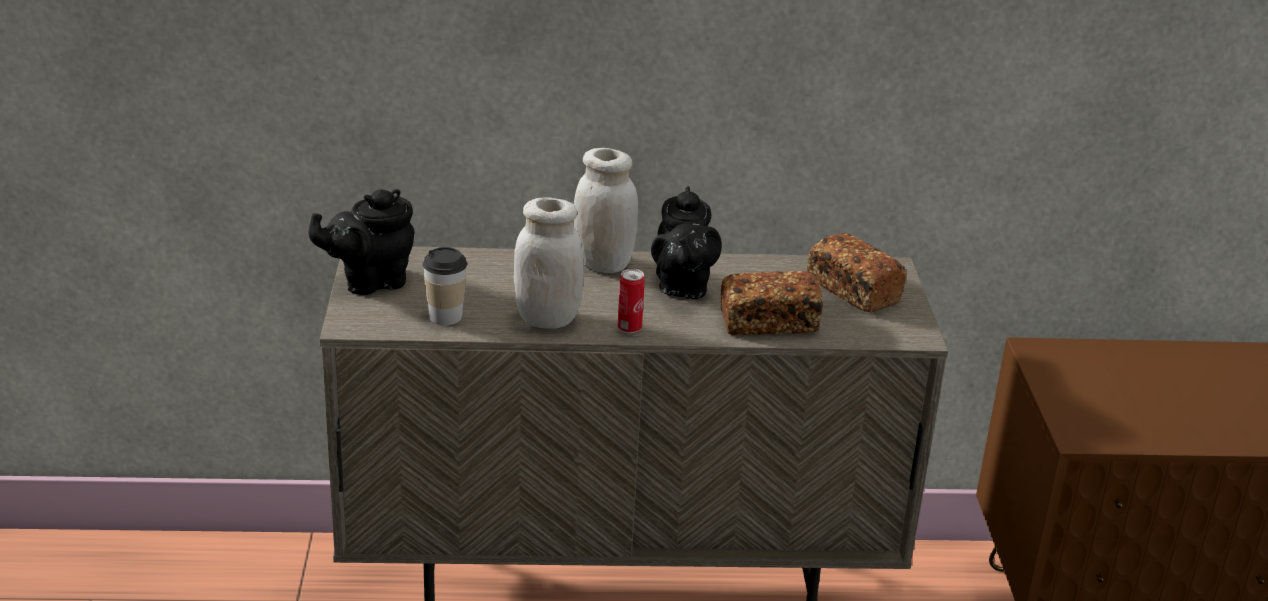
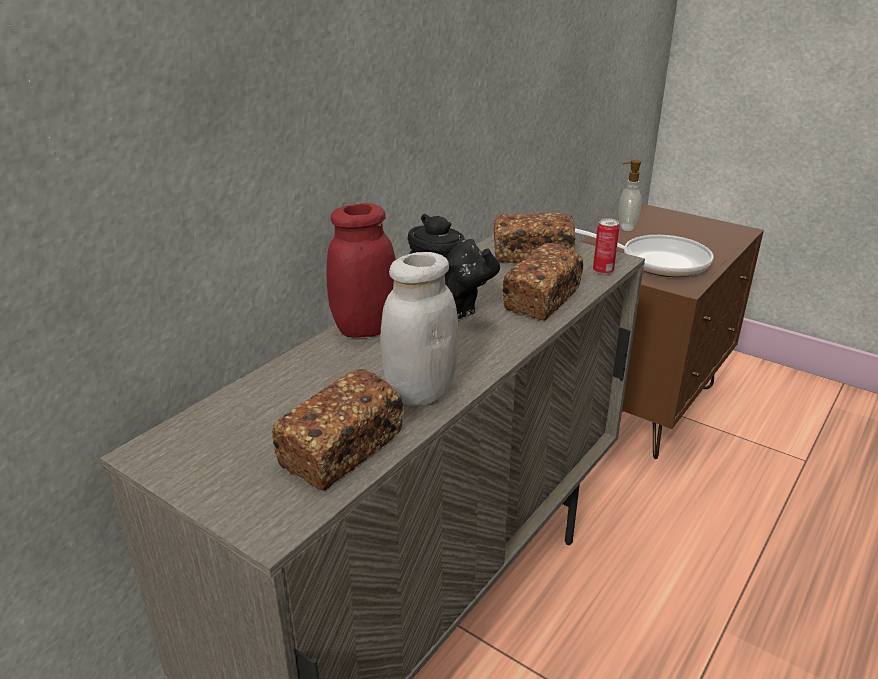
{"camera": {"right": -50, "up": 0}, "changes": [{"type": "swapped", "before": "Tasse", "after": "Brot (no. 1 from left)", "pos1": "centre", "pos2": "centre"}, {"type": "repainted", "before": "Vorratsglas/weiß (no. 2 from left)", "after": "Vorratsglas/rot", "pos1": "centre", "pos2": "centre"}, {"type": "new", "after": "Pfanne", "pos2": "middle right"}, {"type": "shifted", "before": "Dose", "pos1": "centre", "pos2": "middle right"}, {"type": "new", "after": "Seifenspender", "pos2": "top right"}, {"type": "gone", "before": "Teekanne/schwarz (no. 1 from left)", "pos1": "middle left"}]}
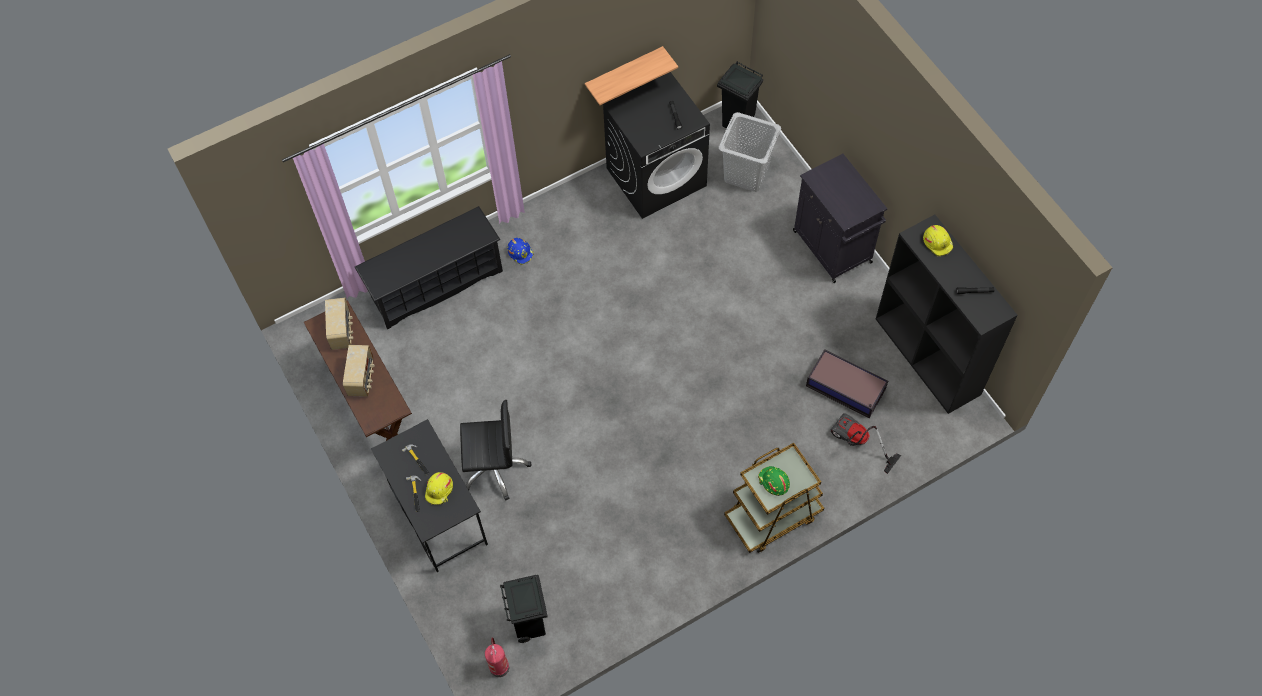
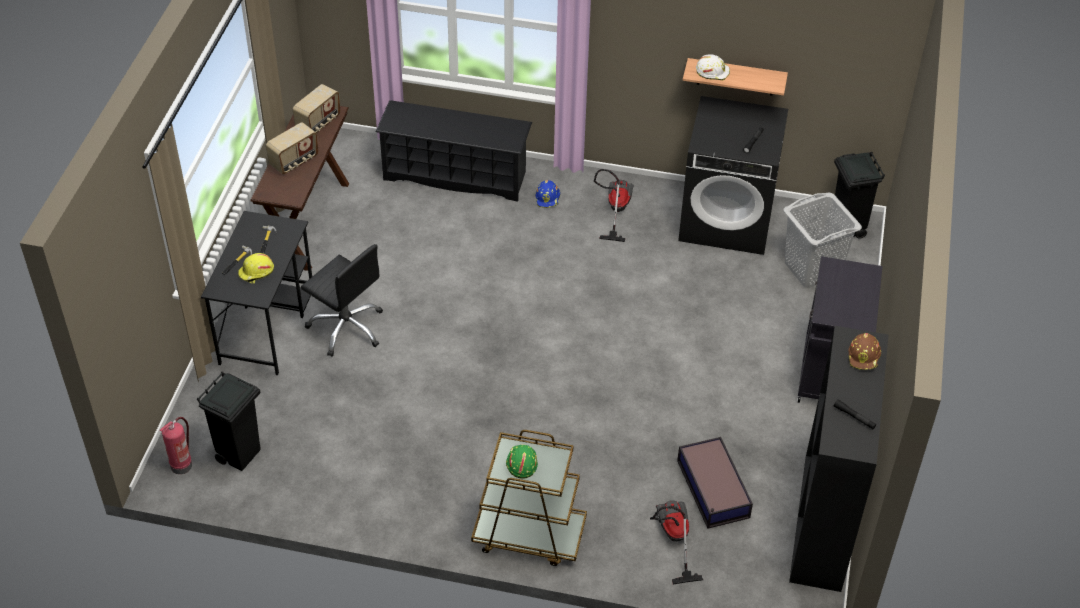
{"camera": {"right": 40, "up": -15}, "changes": [{"type": "new", "after": "Staubsauger (no. 1 from left)", "pos2": "centre"}, {"type": "new", "after": "Schutzhelm/weiß", "pos2": "top centre"}, {"type": "repainted", "before": "Schutzhelm/gelb (no. 2 from left)", "after": "Schutzhelm/braun", "pos1": "middle right", "pos2": "middle right"}]}
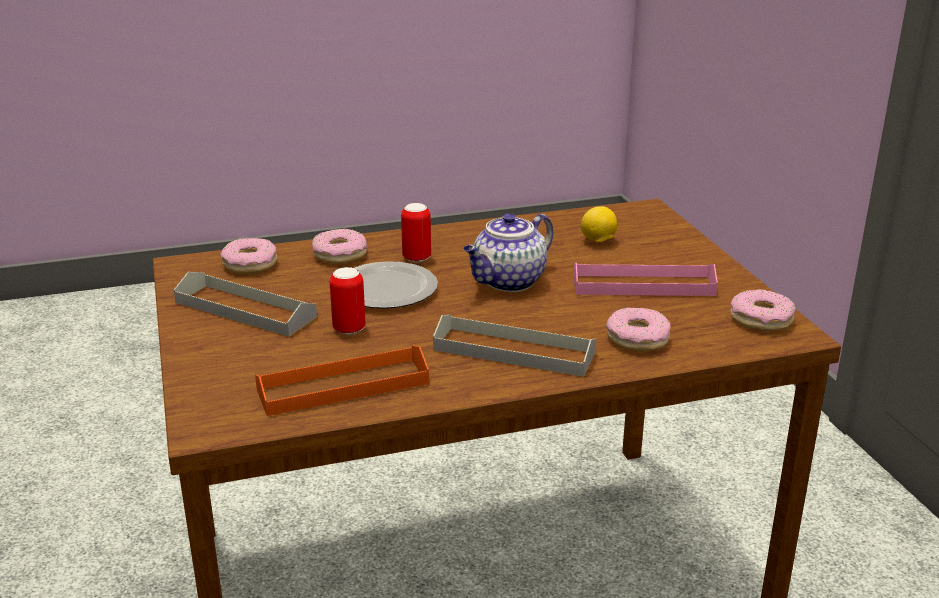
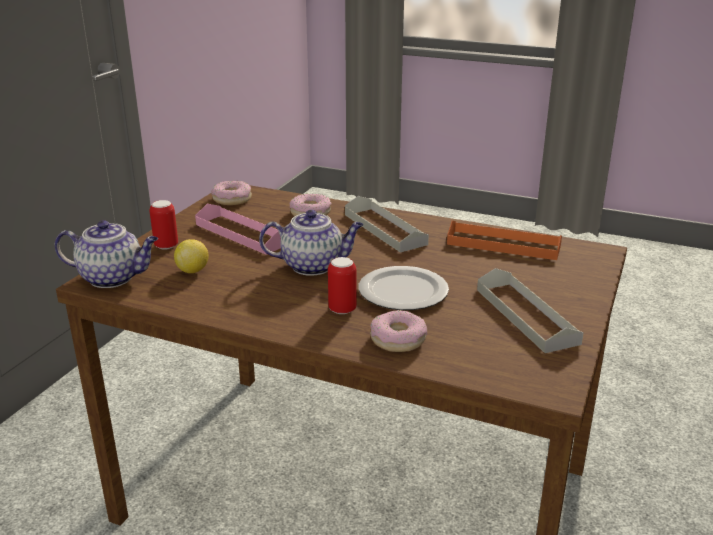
{"camera": {"right": -140, "up": 0}, "changes": [{"type": "new", "after": "Teekanne (no. 1 from left)", "pos2": "middle left"}, {"type": "shifted", "before": "Dose (no. 1 from left)", "pos1": "centre", "pos2": "middle left"}, {"type": "gone", "before": "Donut (no. 1 from left)", "pos1": "middle left"}]}
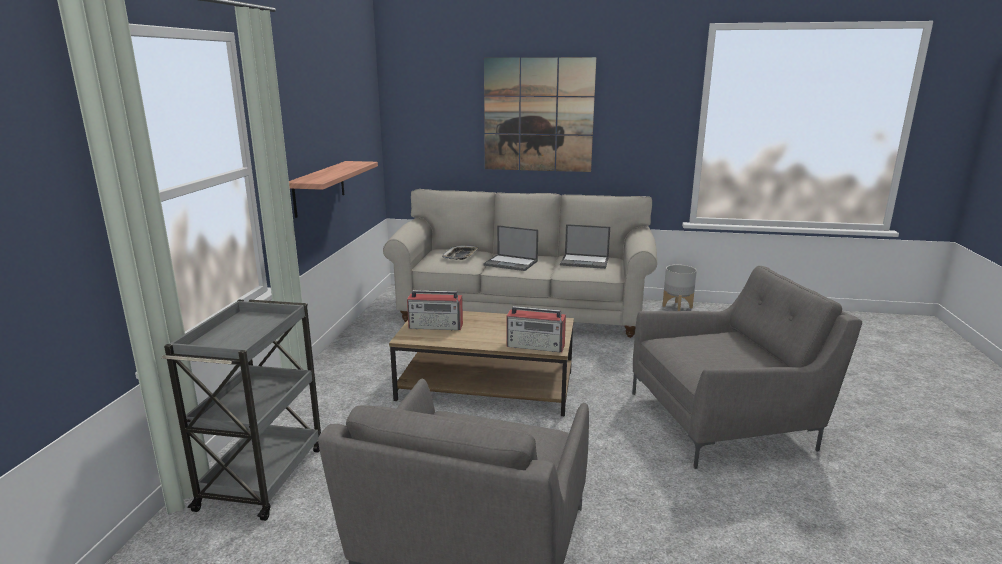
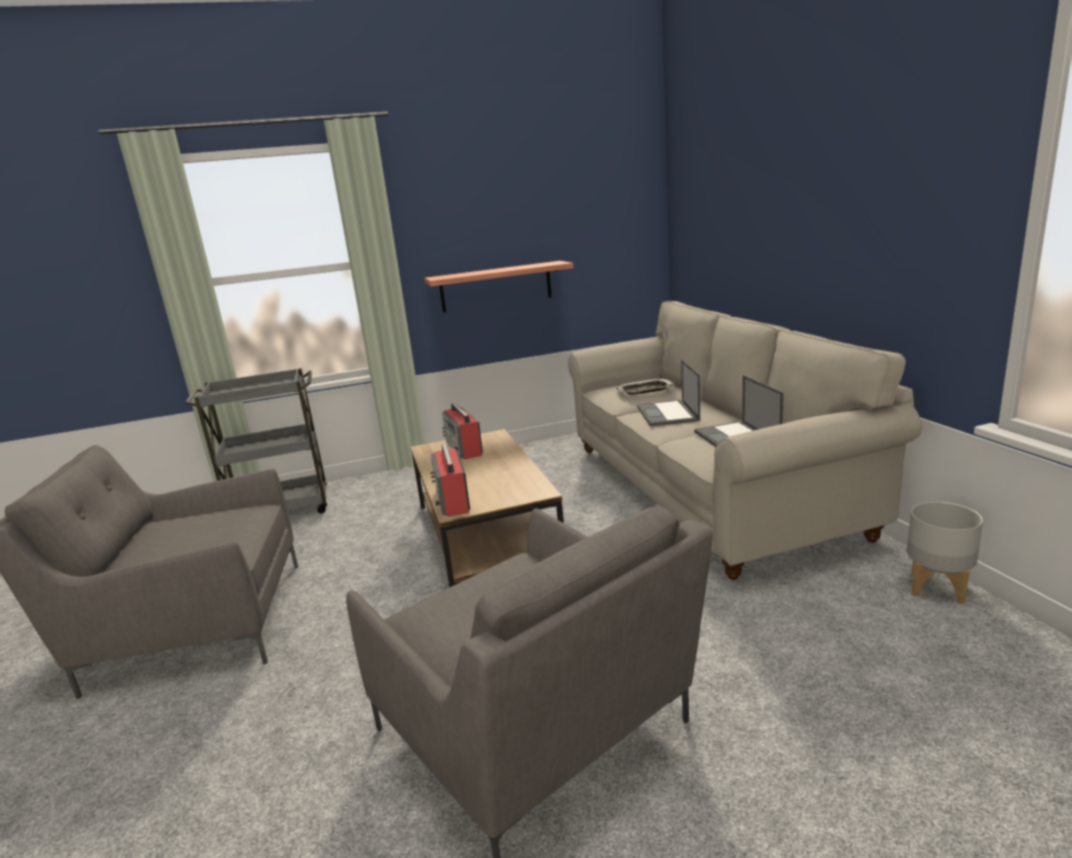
{"camera": {"right": 65, "up": 0}, "changes": [{"type": "gone", "before": "Bild", "pos1": "top centre"}]}
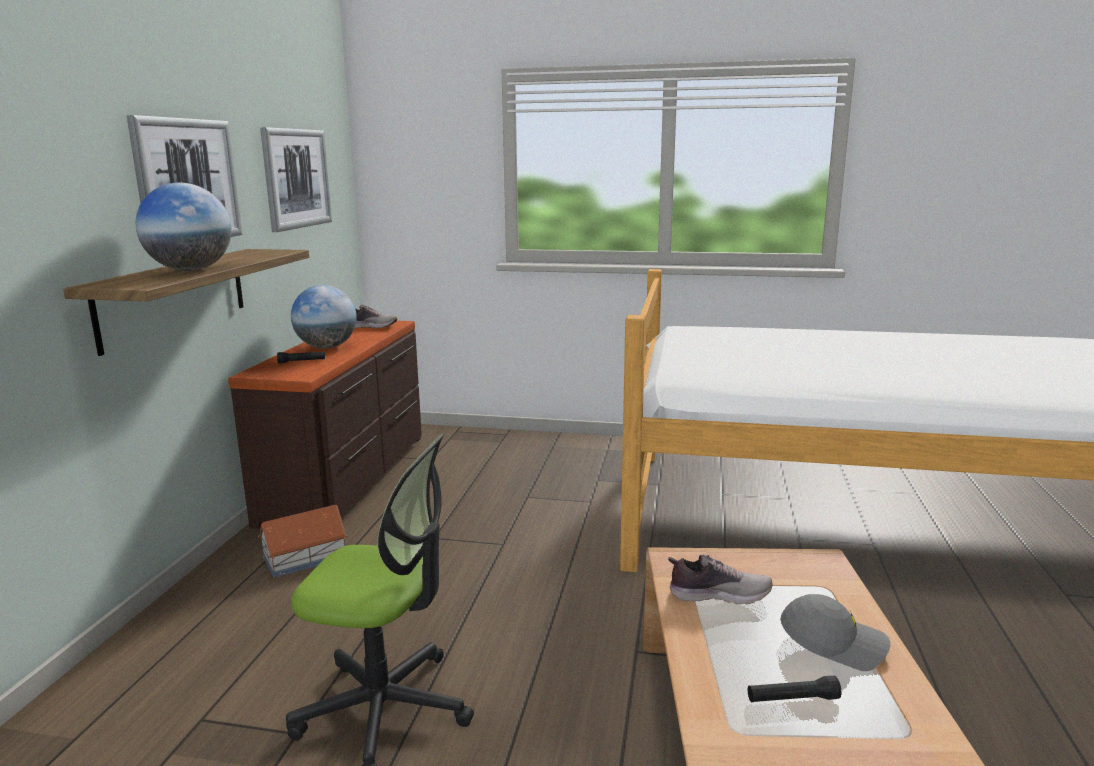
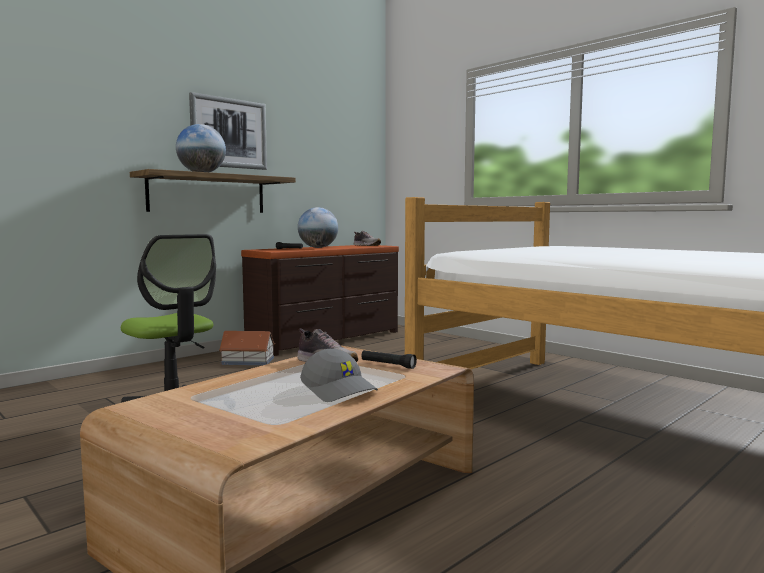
{"camera": {"right": 35, "up": -10}, "changes": [{"type": "shifted", "before": "Taschenlampe/schwarz (no. 2 from left)", "pos1": "bottom right", "pos2": "centre"}, {"type": "gone", "before": "Bild (no. 2 from left)", "pos1": "top left"}]}
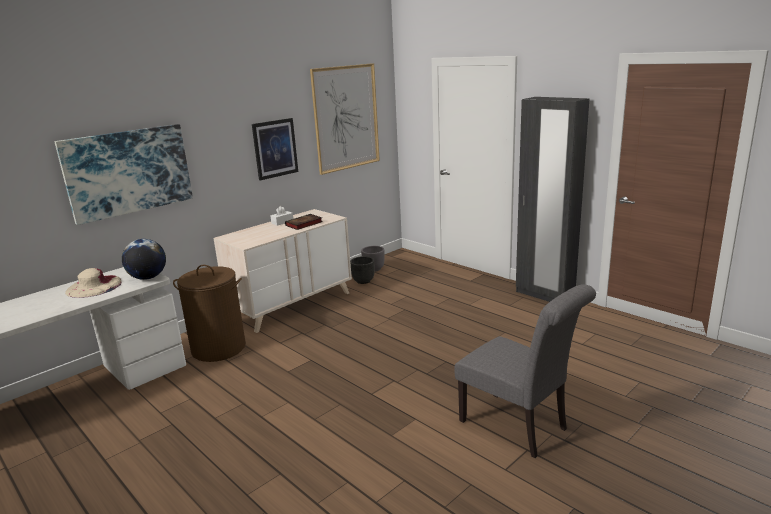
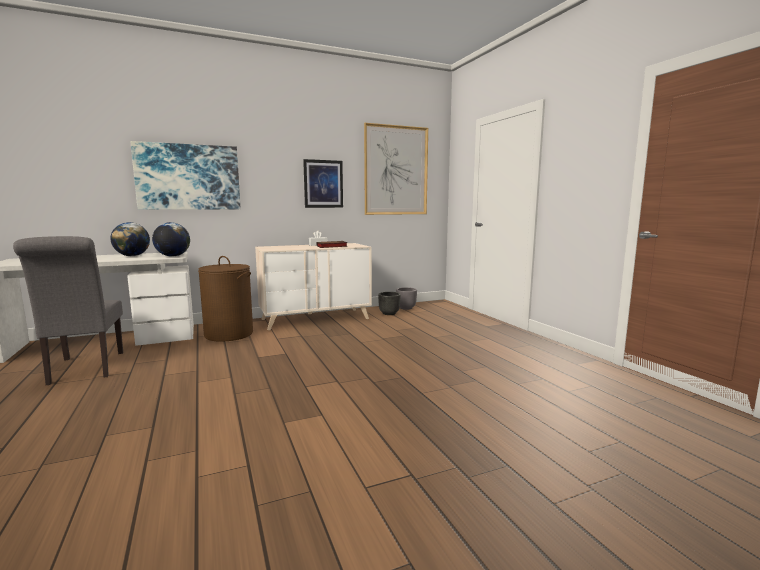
{"camera": {"right": 20, "up": -10}, "changes": [{"type": "shifted", "before": "Stuhl/grau", "pos1": "bottom right", "pos2": "middle left"}, {"type": "swapped", "before": "Hut/beige", "after": "Globus (no. 1 from left)", "pos1": "middle left", "pos2": "middle left"}, {"type": "gone", "before": "Kleiderschrank/schwarz", "pos1": "middle right"}]}
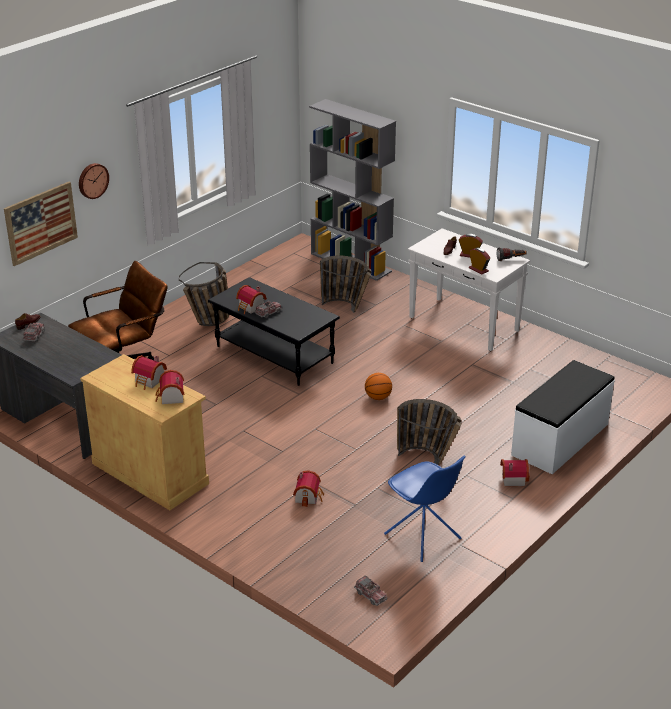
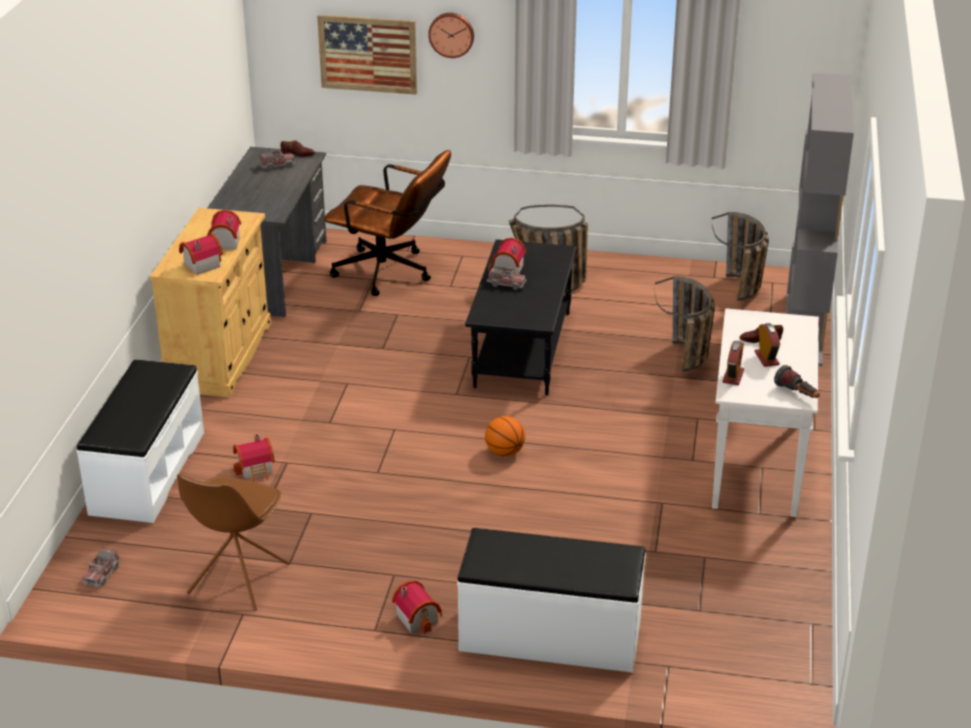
{"camera": {"right": 60, "up": 0}, "changes": [{"type": "new", "after": "Bank/weiß (no. 1 from left)", "pos2": "middle left"}, {"type": "repainted", "before": "Stuhl/blau", "after": "Stuhl/braun", "pos1": "bottom centre", "pos2": "bottom left"}, {"type": "shifted", "before": "Korb (no. 3 from left)", "pos1": "centre", "pos2": "middle right"}]}
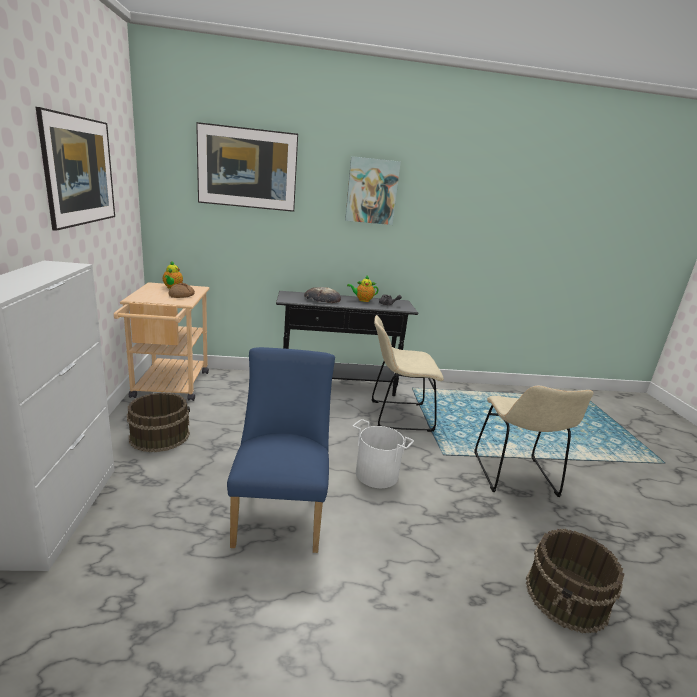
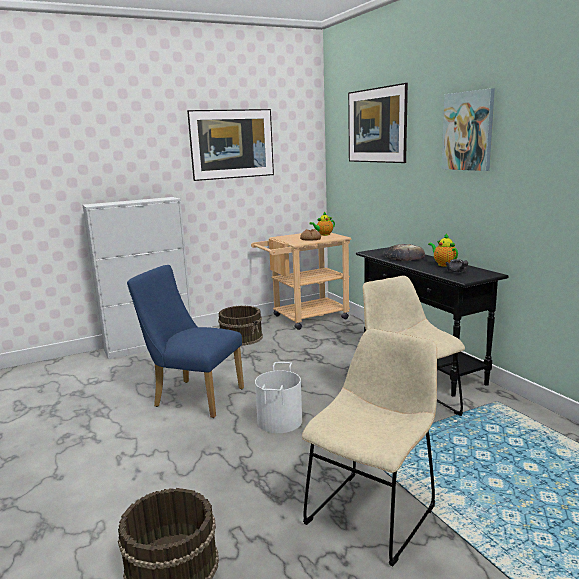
{"camera": {"right": 70, "up": -5}, "changes": [{"type": "rotated", "before": "Stuhl/blau", "pos1": "centre", "pos2": "middle left", "turn": -135}, {"type": "rotated", "before": "Stuhl/beige (no. 2 from left in the first image)", "pos1": "middle right", "pos2": "bottom centre", "turn": 150}]}
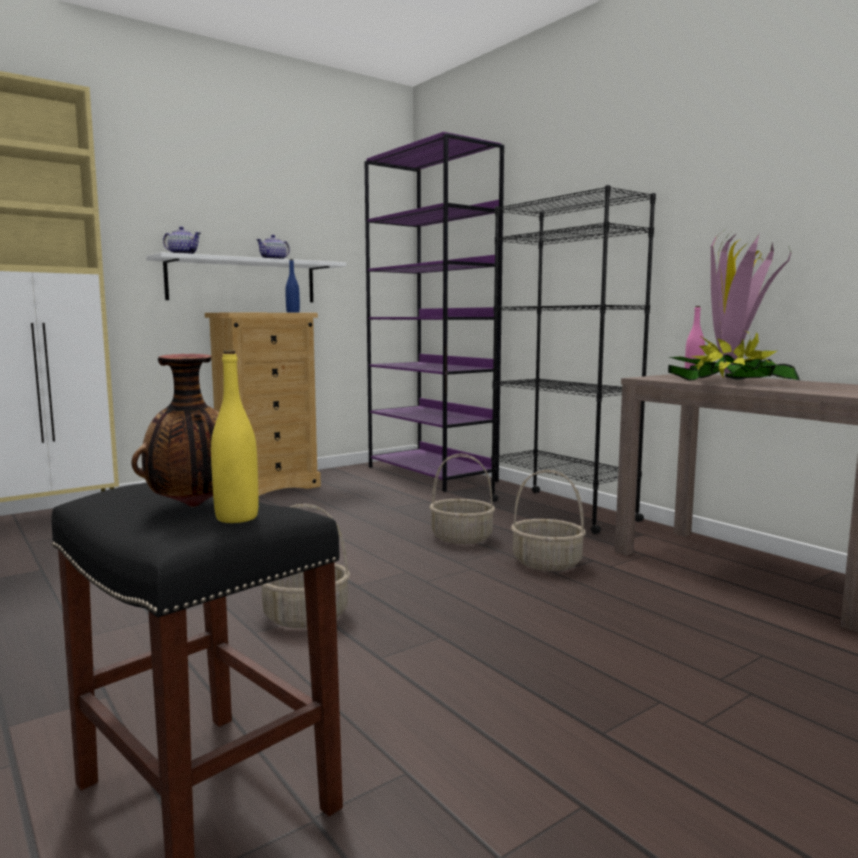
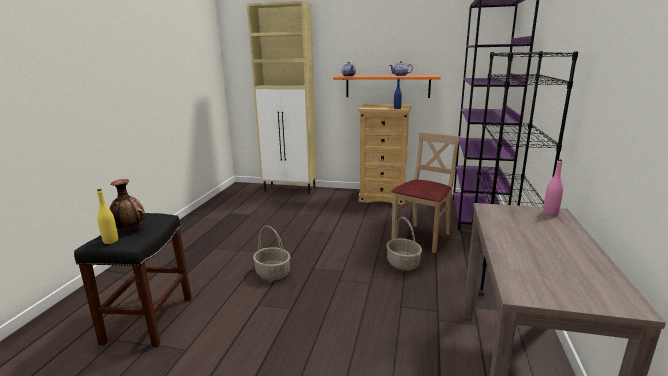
{"camera": {"right": 50, "up": 10}, "changes": [{"type": "repainted", "before": "Wandregal/weiß", "after": "Wandregal/orange", "pos1": "top left", "pos2": "top centre"}, {"type": "new", "after": "Stuhl/beige", "pos2": "centre"}, {"type": "gone", "before": "Korb (no. 3 from left)", "pos1": "centre"}, {"type": "gone", "before": "Topfpflanze", "pos1": "middle right"}]}
